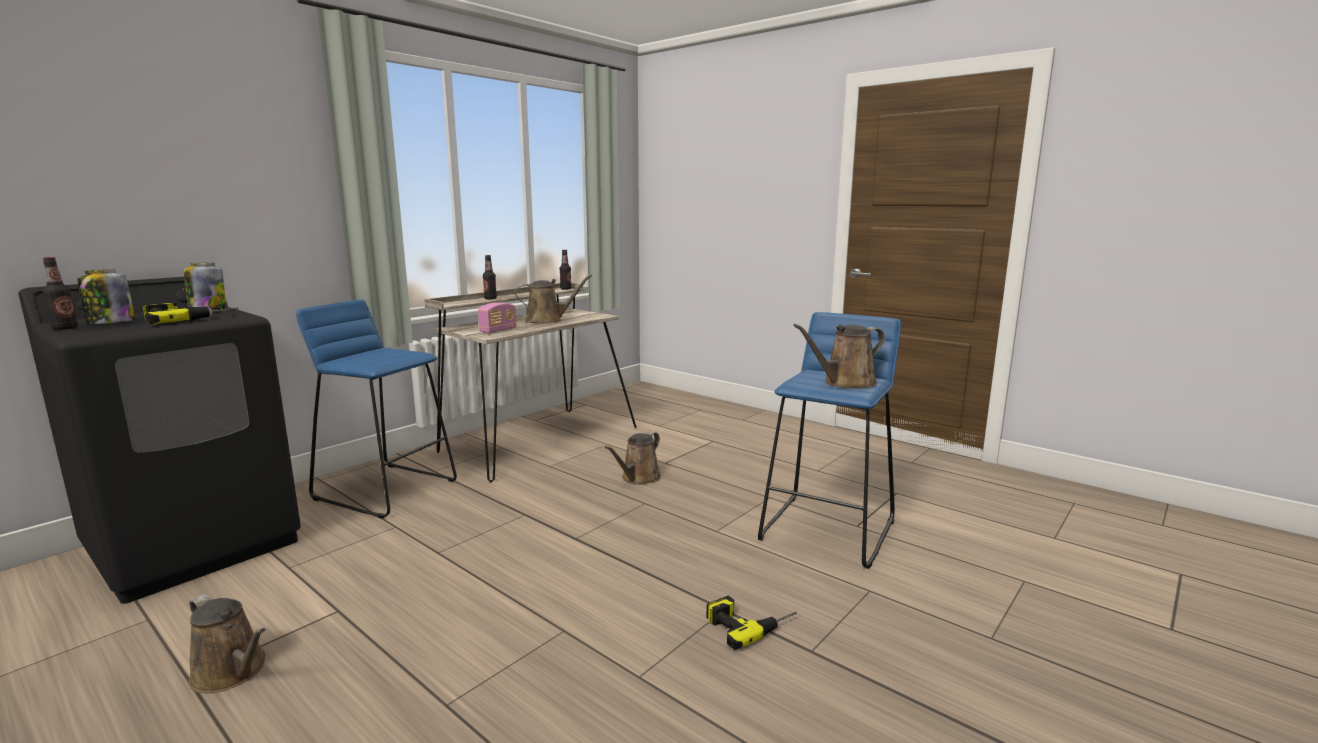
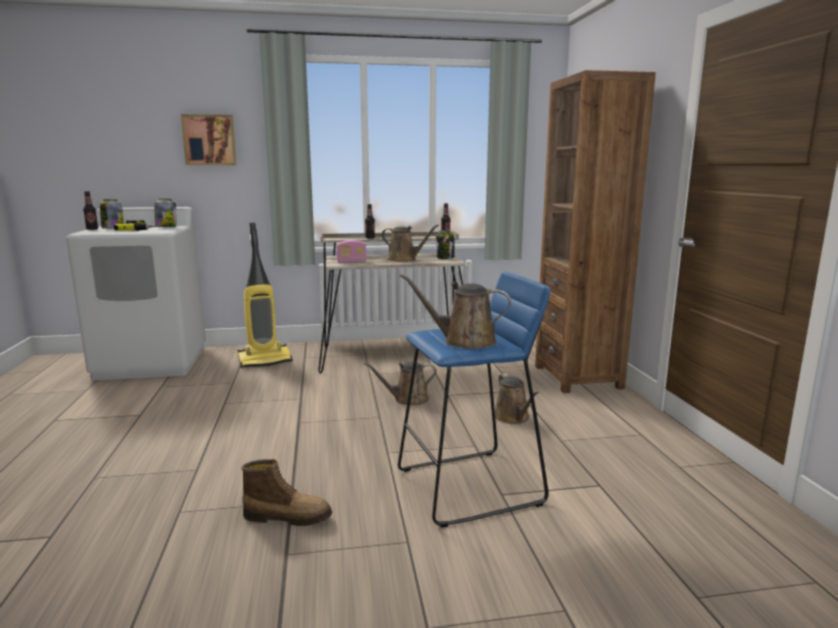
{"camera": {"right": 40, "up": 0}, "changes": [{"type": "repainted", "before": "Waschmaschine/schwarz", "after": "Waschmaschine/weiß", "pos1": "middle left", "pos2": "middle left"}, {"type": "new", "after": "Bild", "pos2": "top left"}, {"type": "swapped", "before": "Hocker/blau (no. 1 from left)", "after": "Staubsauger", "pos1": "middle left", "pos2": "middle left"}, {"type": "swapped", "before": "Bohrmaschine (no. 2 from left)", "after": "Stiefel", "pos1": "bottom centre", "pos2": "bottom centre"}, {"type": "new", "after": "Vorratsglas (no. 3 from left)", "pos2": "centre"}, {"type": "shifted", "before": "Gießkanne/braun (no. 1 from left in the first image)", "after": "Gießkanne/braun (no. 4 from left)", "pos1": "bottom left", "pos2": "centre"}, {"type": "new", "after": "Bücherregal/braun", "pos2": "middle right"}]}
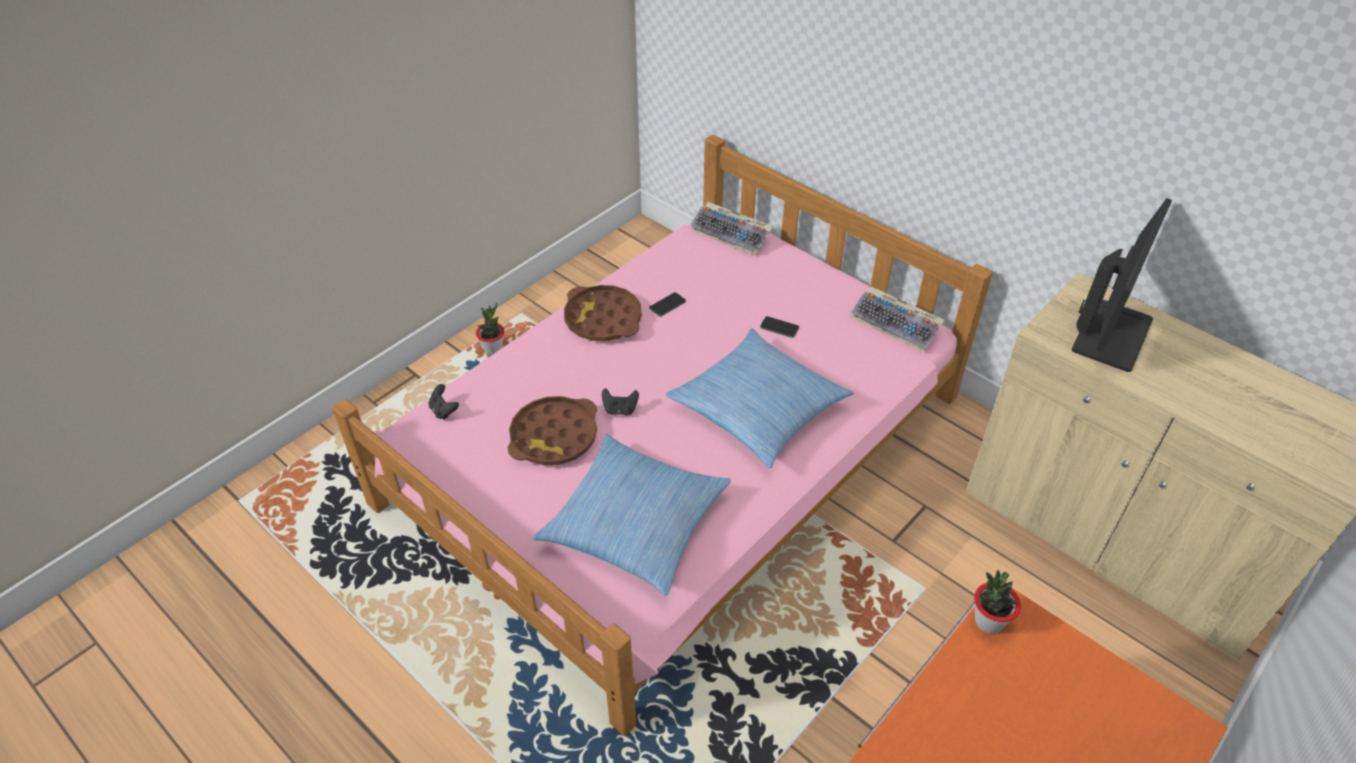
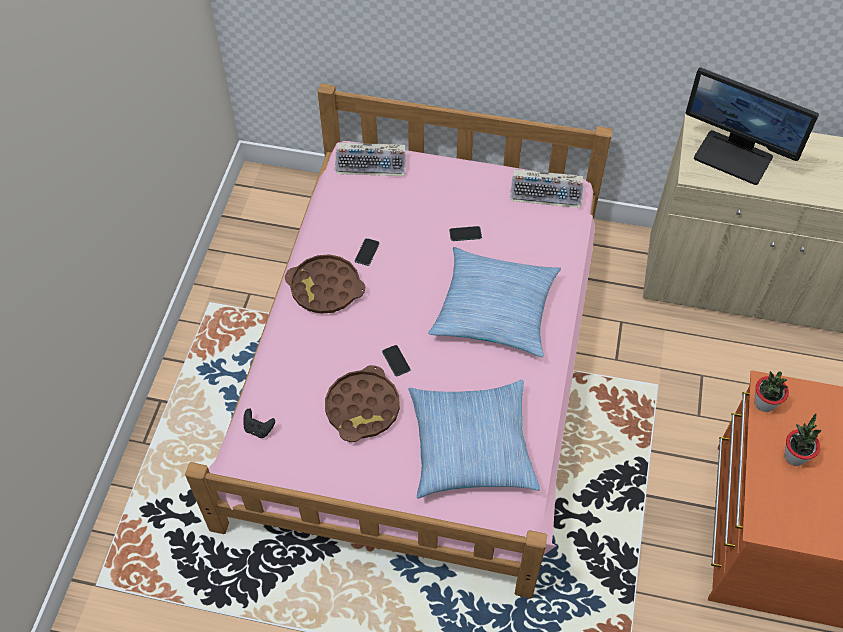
{"camera": {"right": -30, "up": 10}, "changes": [{"type": "swapped", "before": "Gamepad/schwarz (no. 2 from left)", "after": "Handy (no. 2 from left)", "pos1": "centre", "pos2": "centre"}, {"type": "rotated", "before": "Monitor", "pos1": "middle right", "pos2": "top right", "turn": 120}, {"type": "shifted", "before": "Topfpflanze (no. 1 from left in the first image)", "after": "Topfpflanze (no. 2 from left)", "pos1": "centre", "pos2": "bottom right"}]}
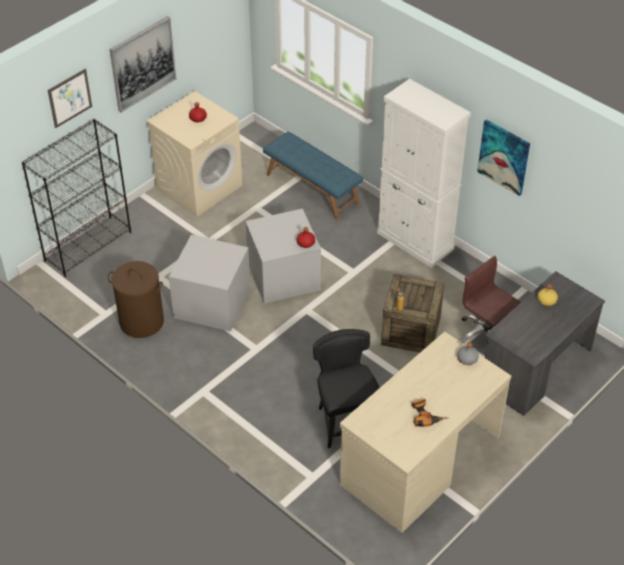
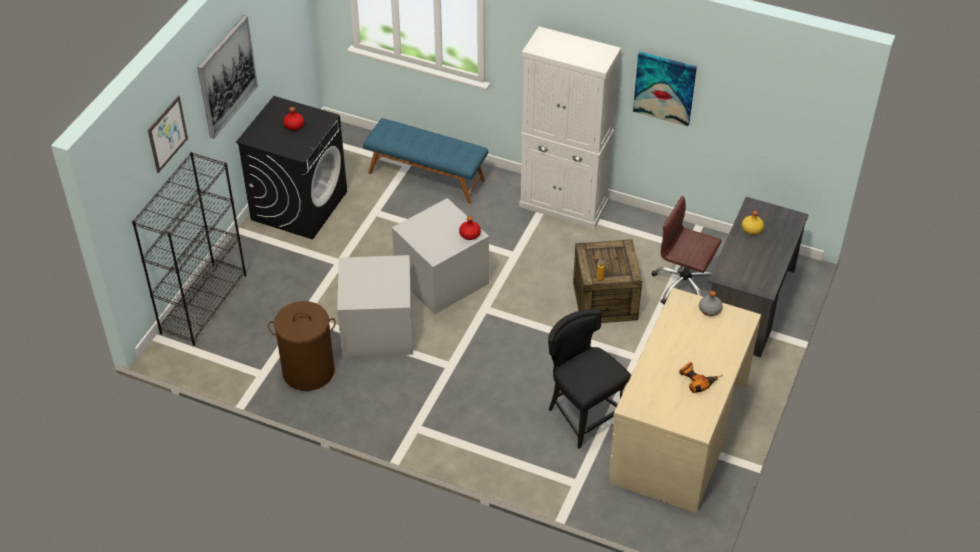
{"camera": {"right": -20, "up": 0}, "changes": [{"type": "repainted", "before": "Waschmaschine/beige", "after": "Waschmaschine/schwarz", "pos1": "top left", "pos2": "top left"}]}
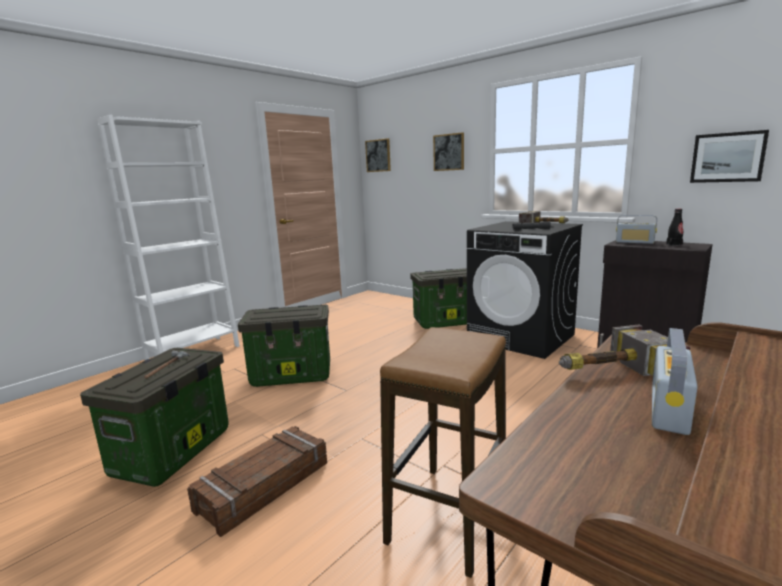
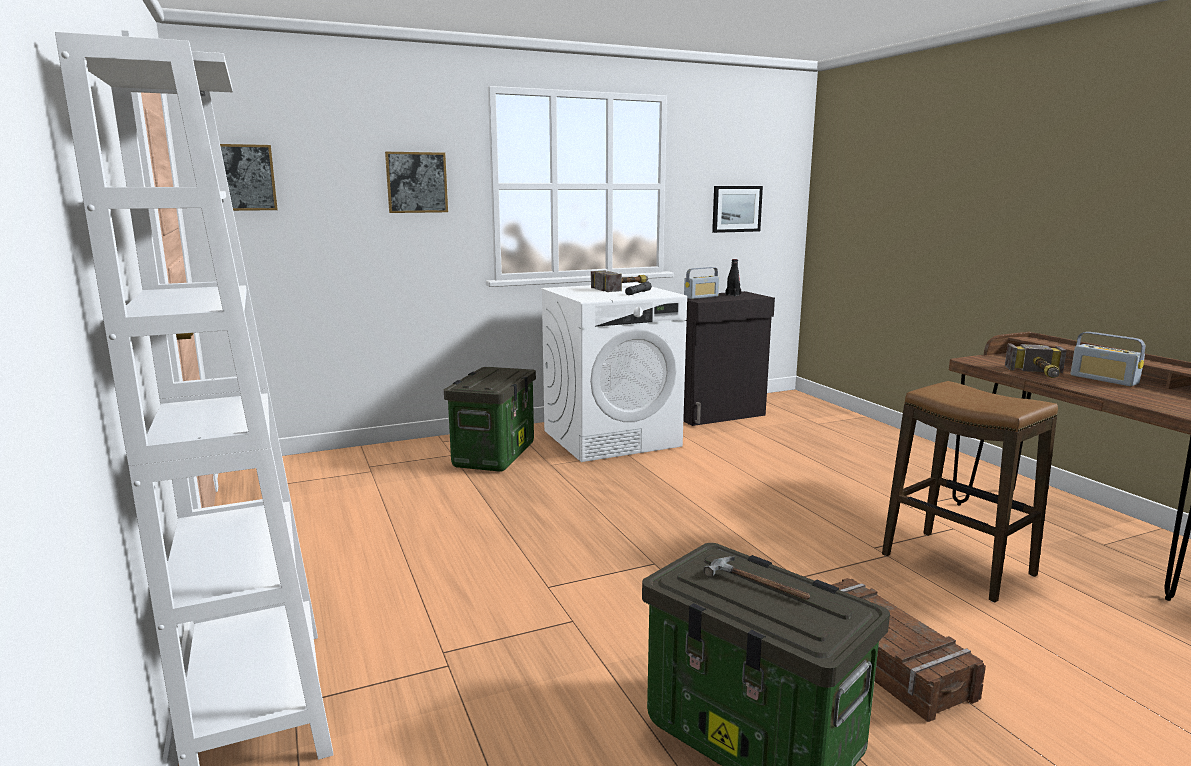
{"camera": {"right": -65, "up": 0}, "changes": [{"type": "repainted", "before": "Waschmaschine/schwarz", "after": "Waschmaschine/weiß", "pos1": "middle right", "pos2": "centre"}, {"type": "gone", "before": "Aufbewahrungsbox (no. 2 from left)", "pos1": "centre"}]}
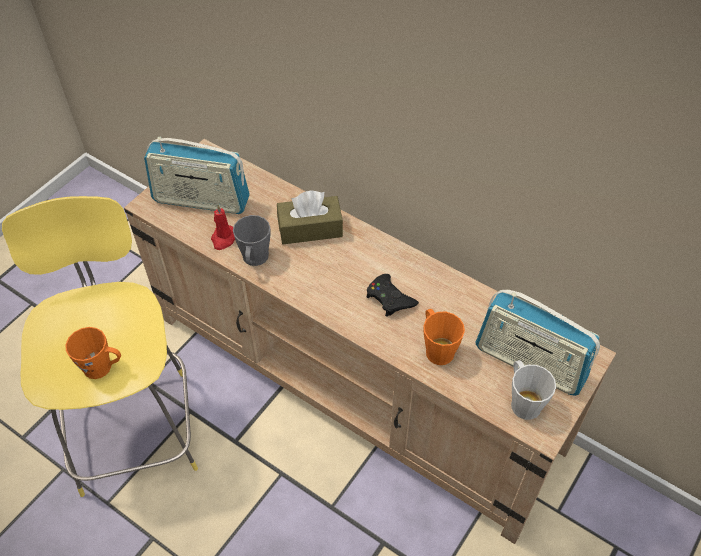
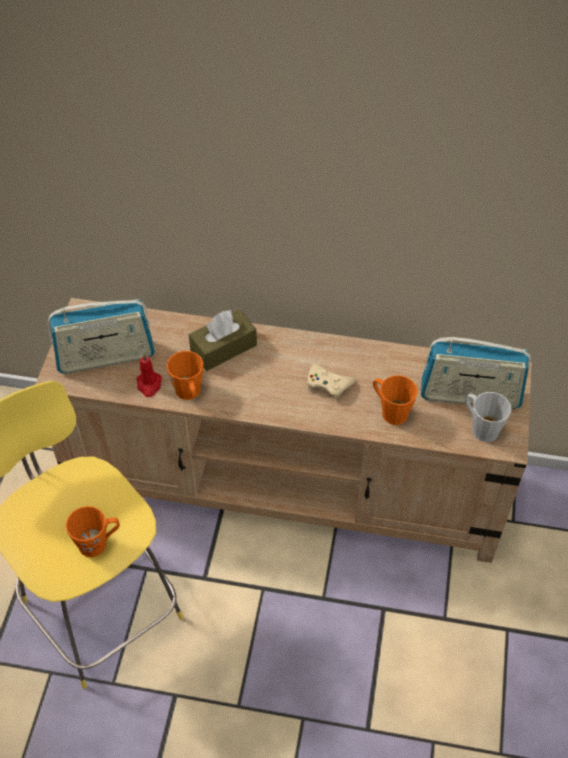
{"camera": {"right": -25, "up": 0}, "changes": [{"type": "repainted", "before": "Henkelbecher/grau (no. 1 from left)", "after": "Henkelbecher/orange (no. 2 from left)", "pos1": "centre", "pos2": "middle left"}, {"type": "repainted", "before": "Gamepad/schwarz", "after": "Gamepad/beige", "pos1": "centre", "pos2": "centre"}]}
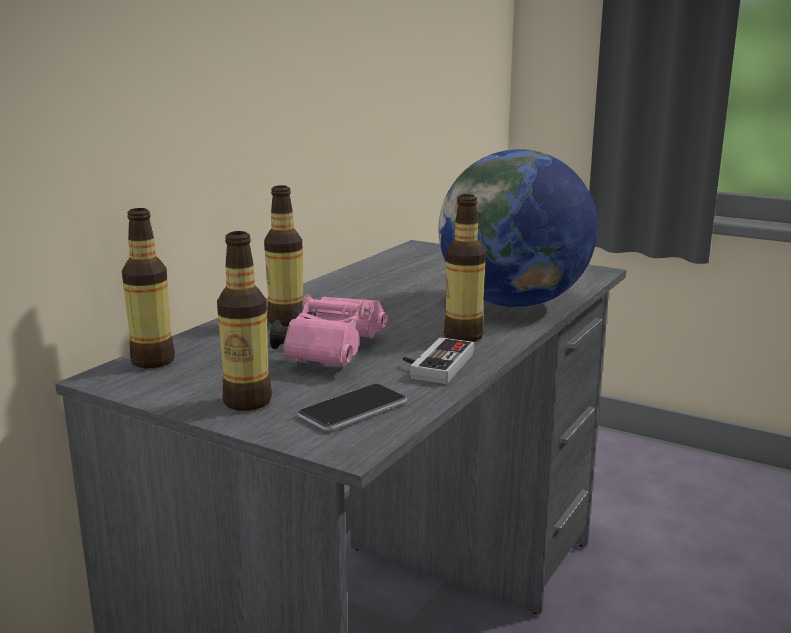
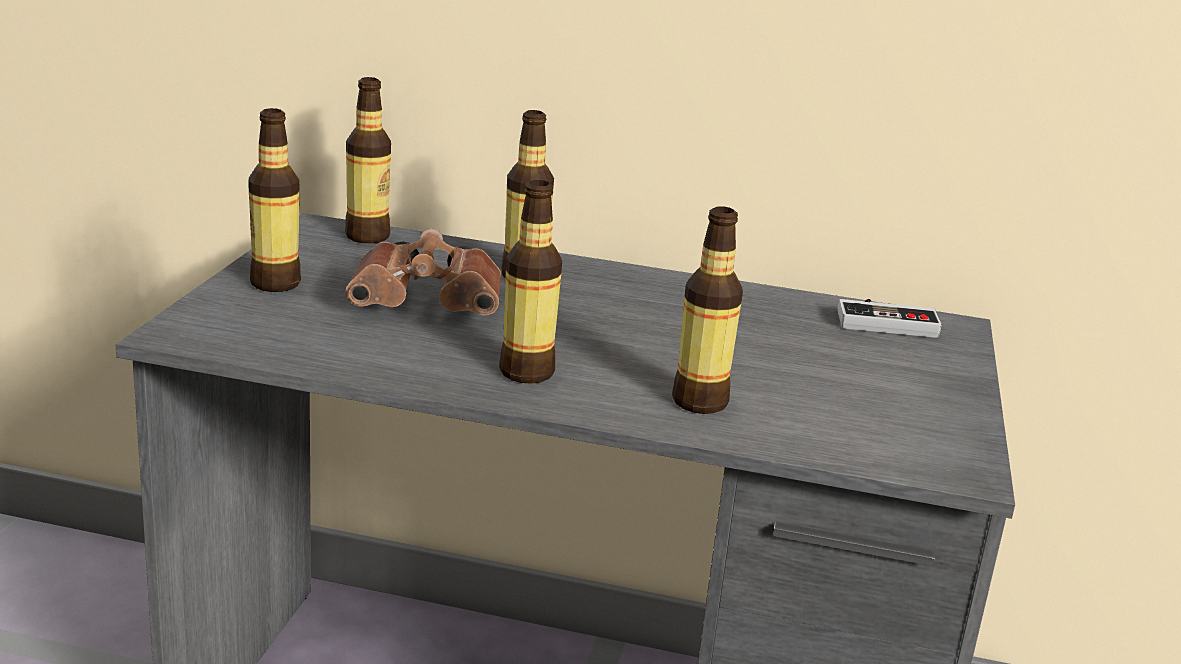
{"camera": {"right": 70, "up": 5}, "changes": [{"type": "repainted", "before": "Fernglas/rosa", "after": "Fernglas/braun", "pos1": "centre", "pos2": "centre"}, {"type": "swapped", "before": "Globus", "after": "Flasche (no. 5 from left)", "pos1": "centre", "pos2": "centre"}, {"type": "shifted", "before": "Gamepad", "pos1": "centre", "pos2": "middle right"}, {"type": "gone", "before": "Handy", "pos1": "centre"}]}
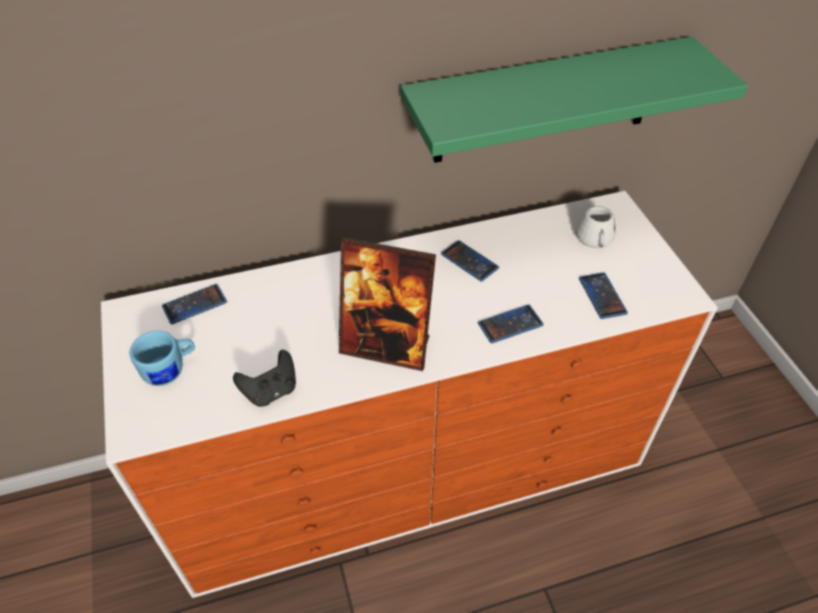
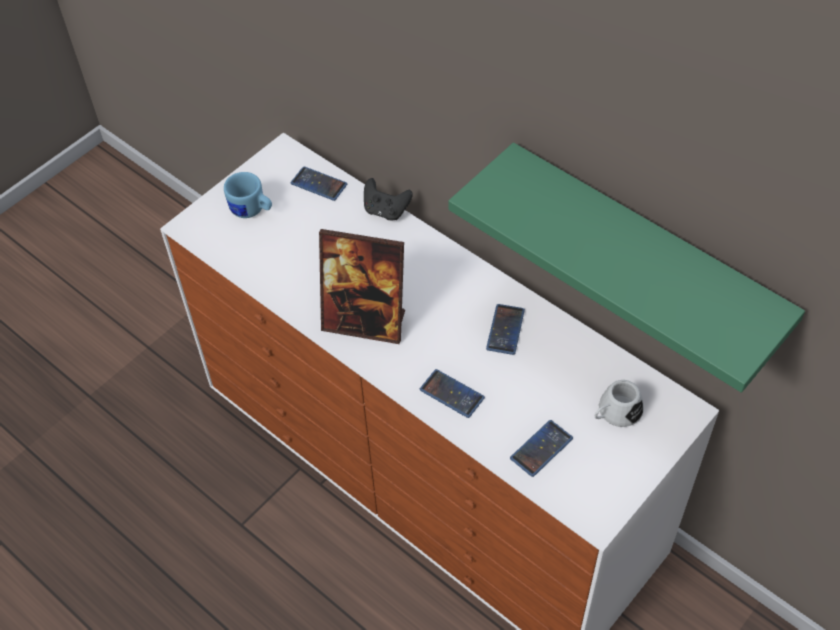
{"camera": {"right": 60, "up": 5}, "changes": [{"type": "rotated", "before": "Bilderrahmen", "pos1": "centre", "pos2": "centre", "turn": -60}, {"type": "shifted", "before": "Gamepad/schwarz", "pos1": "middle left", "pos2": "top centre"}]}
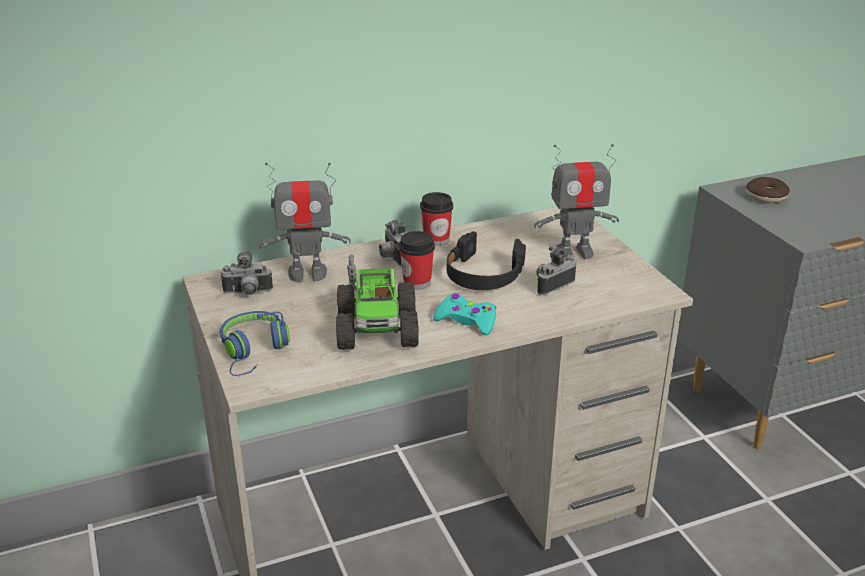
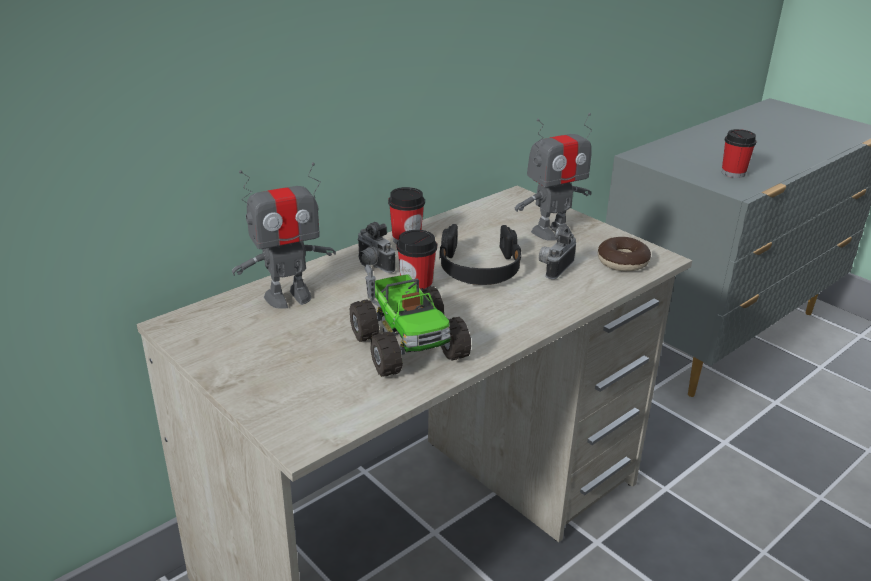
{"camera": {"right": -20, "up": 0}, "changes": [{"type": "shifted", "before": "Donut", "pos1": "top right", "pos2": "middle right"}, {"type": "new", "after": "Tasse (no. 3 from left)", "pos2": "top right"}, {"type": "gone", "before": "Kamera (no. 1 from left)", "pos1": "middle left"}, {"type": "gone", "before": "Kopfhörer/blau", "pos1": "middle left"}, {"type": "gone", "before": "Gamepad/türkis", "pos1": "centre"}]}
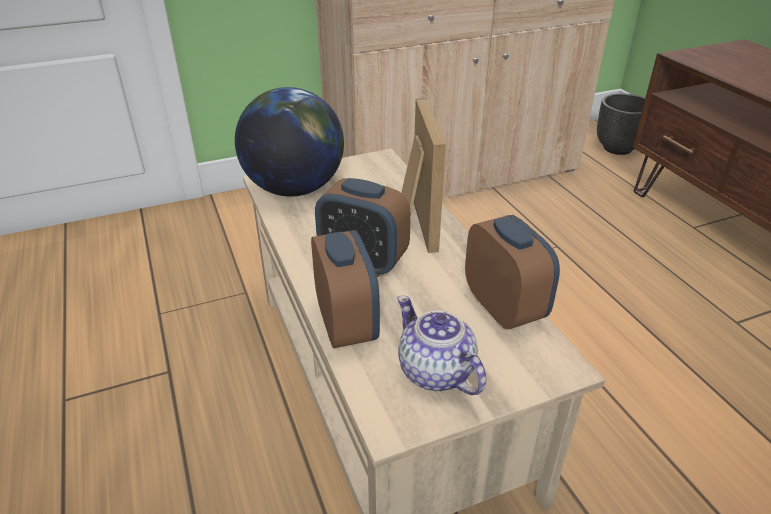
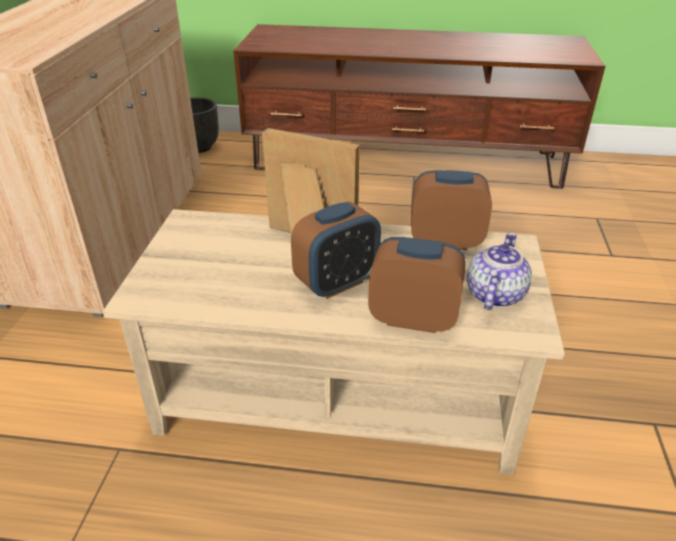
{"camera": {"right": -60, "up": 0}, "changes": [{"type": "rotated", "before": "Teekanne", "pos1": "bottom centre", "pos2": "middle right", "turn": 120}, {"type": "gone", "before": "Globus", "pos1": "top centre"}]}
